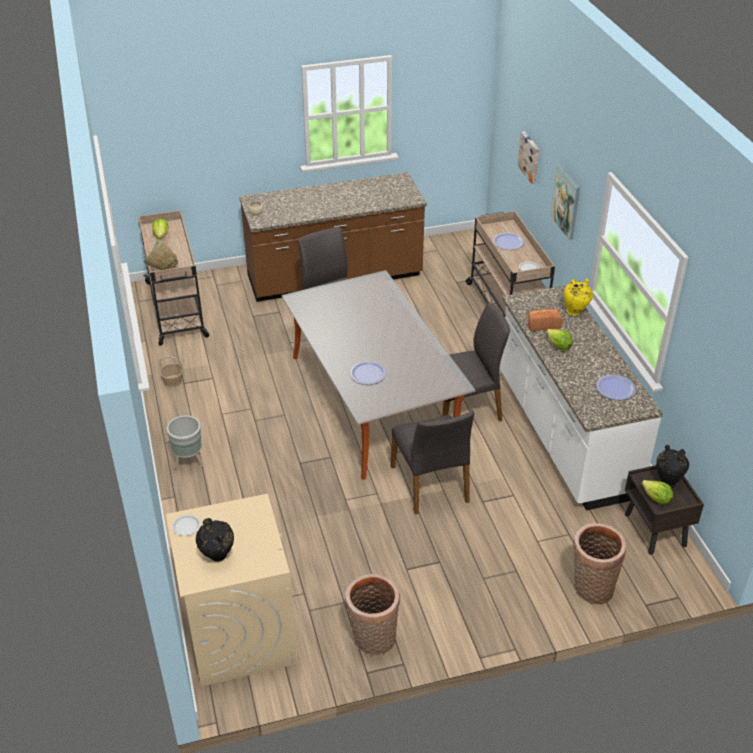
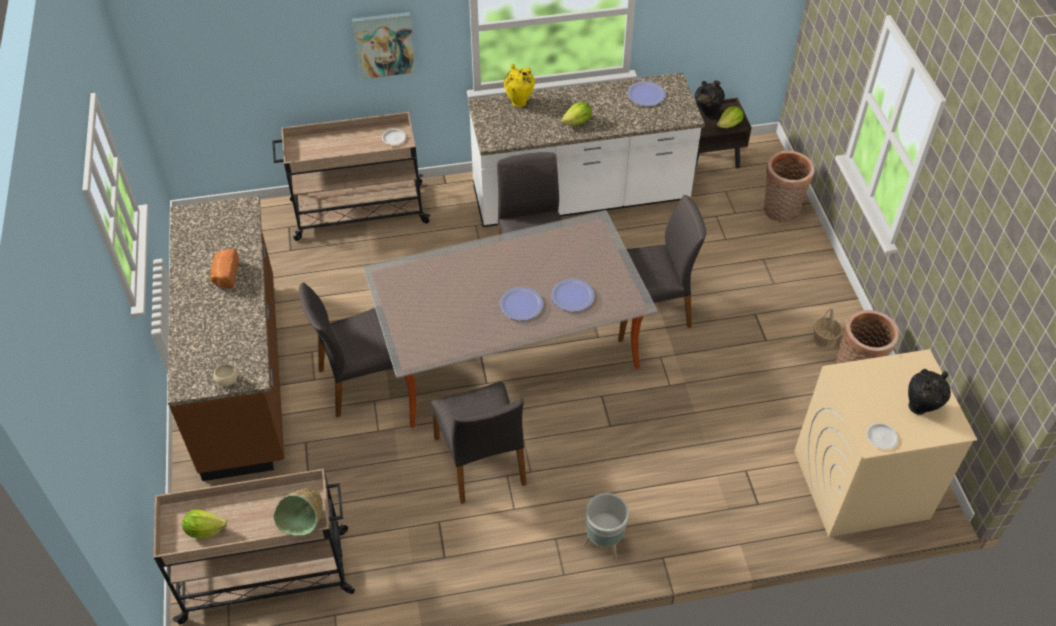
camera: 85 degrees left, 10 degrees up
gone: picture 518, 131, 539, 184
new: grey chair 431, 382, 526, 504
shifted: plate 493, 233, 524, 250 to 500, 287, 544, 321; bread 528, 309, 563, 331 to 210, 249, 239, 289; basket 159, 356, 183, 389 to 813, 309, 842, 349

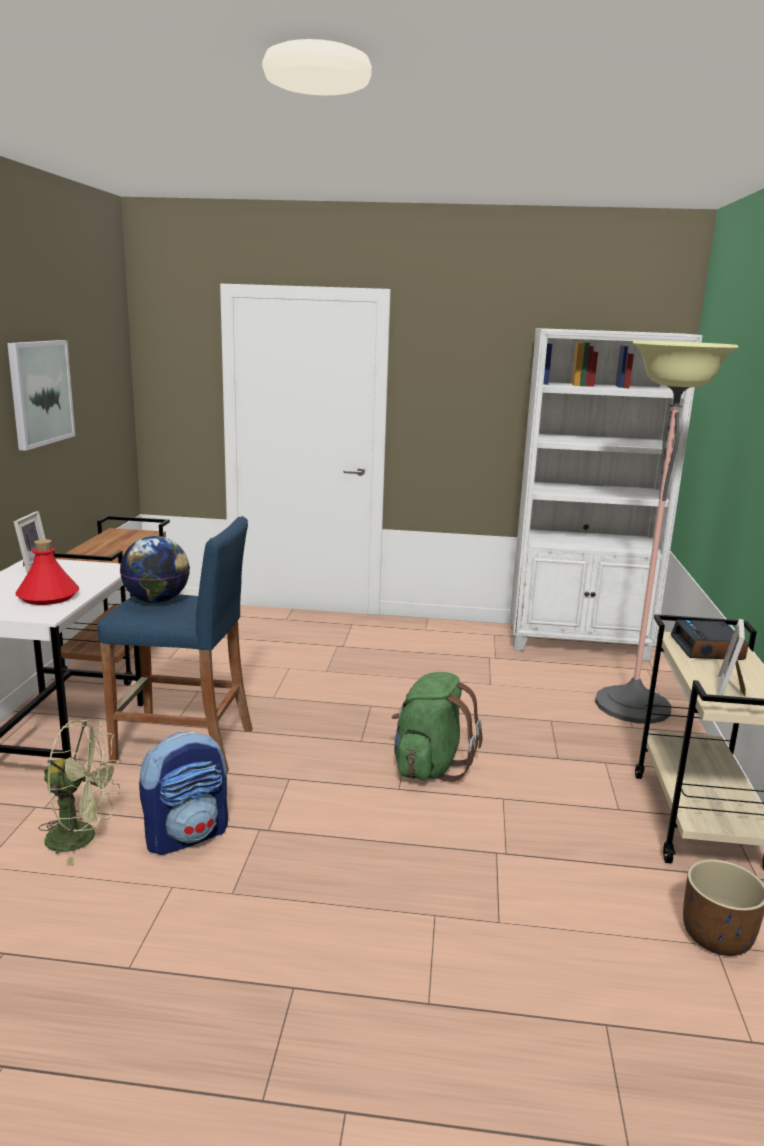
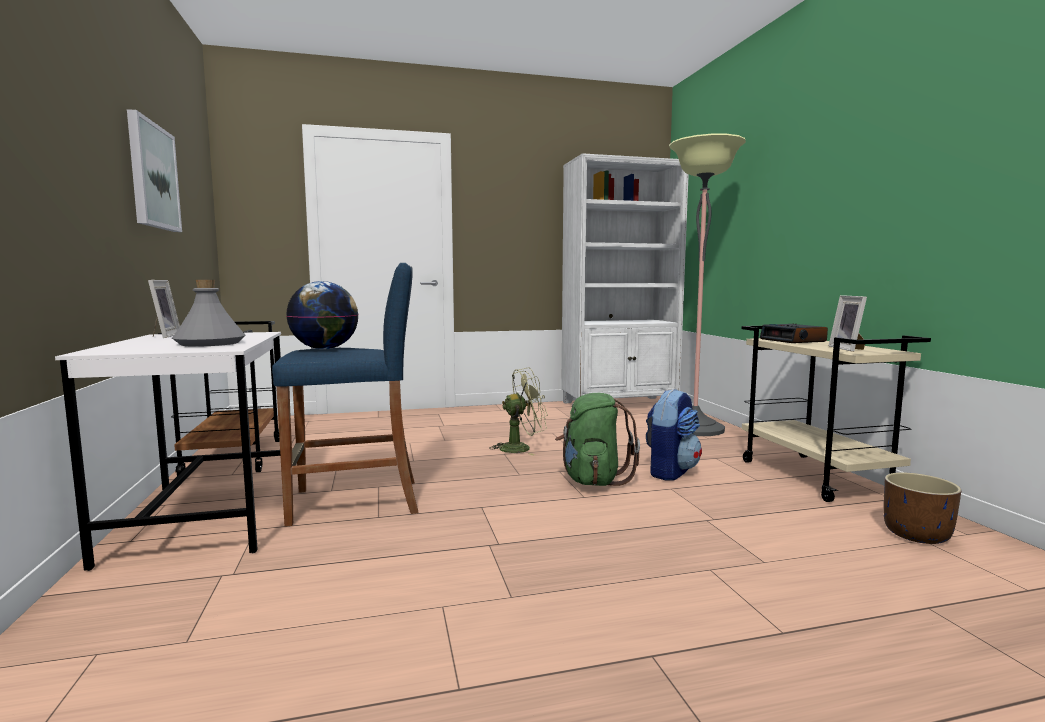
camera: 20 degrees left, 10 degrees down
shifted: green fan 38, 719, 121, 866 to 489, 367, 547, 456; backpack 139, 731, 228, 855 to 646, 389, 702, 481
repainted: red bottle 16, 539, 79, 605 to grey bottle 172, 280, 246, 347

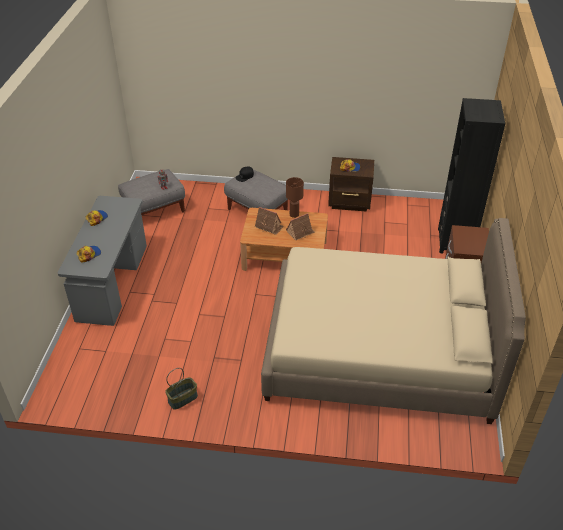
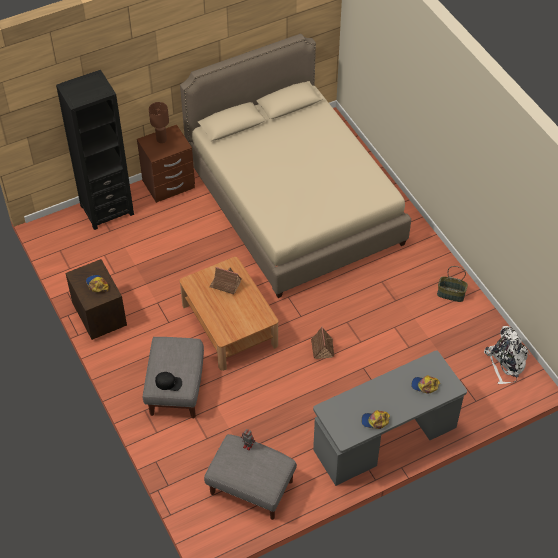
camera: 125 degrees left, 10 degrees up
new: white backpack 484, 326, 529, 384
shifted: brown table lamp 286, 177, 304, 218 to 149, 102, 169, 143; toy house 255, 207, 284, 235 to 311, 326, 335, 359

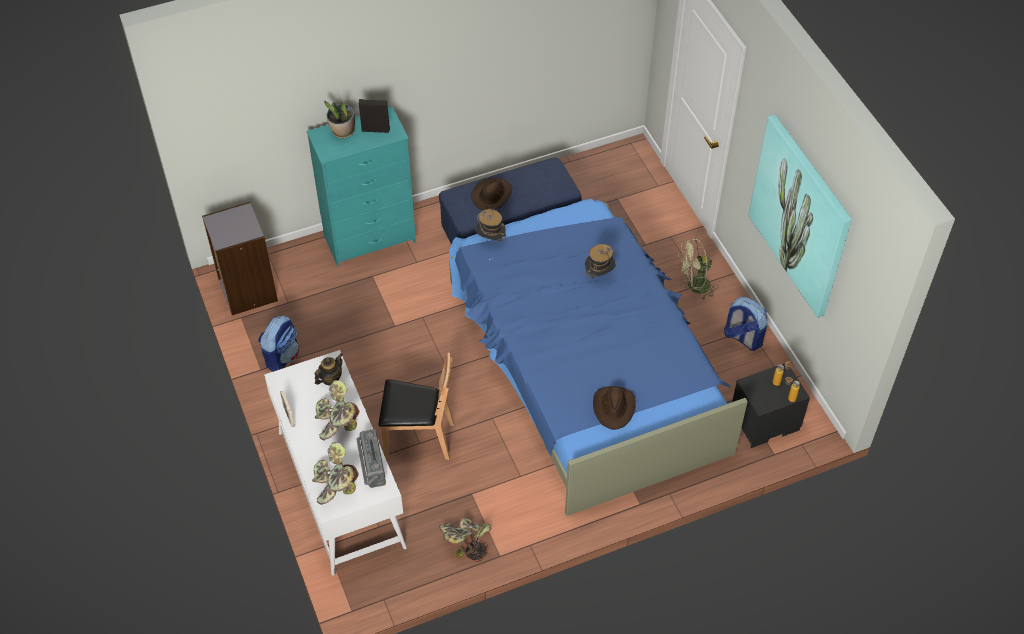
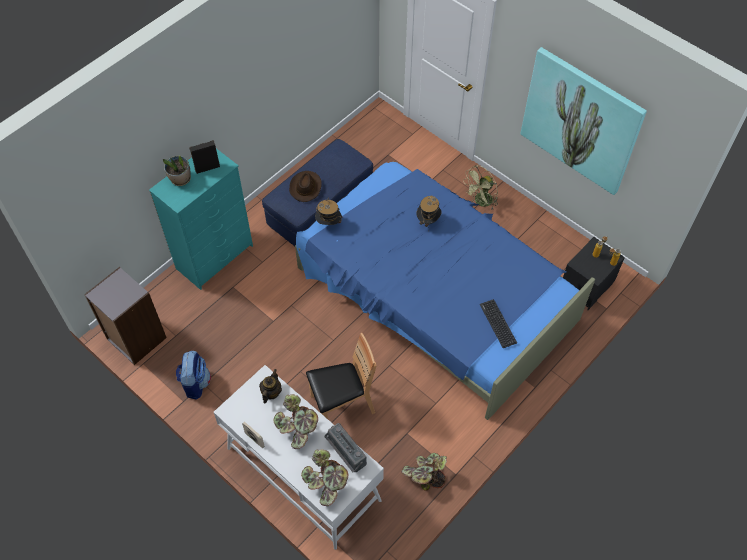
camera: 25 degrees left, 5 degrees up
gone: backpack 724, 297, 767, 351
swapped: brown hat 593, 386, 636, 430 to keyboard 480, 299, 517, 348

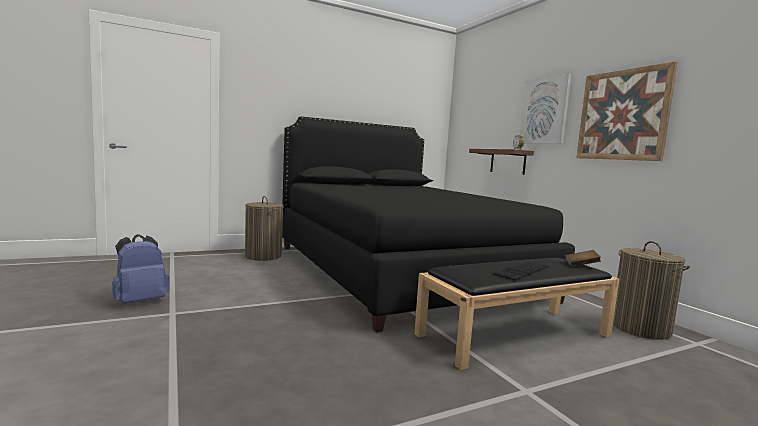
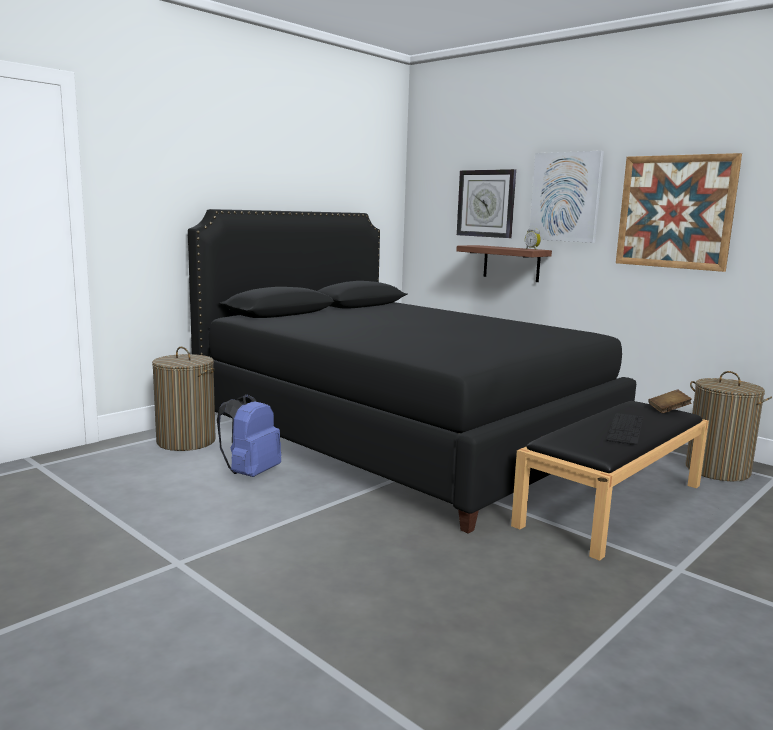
camera: 20 degrees left, 5 degrees up
new: wall clock 457, 169, 516, 238
shifted: blue backpack 112, 234, 170, 303 to 217, 394, 281, 477

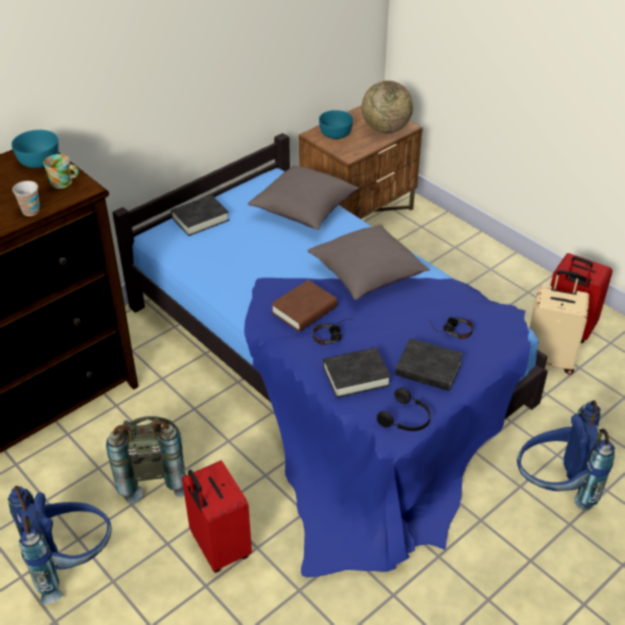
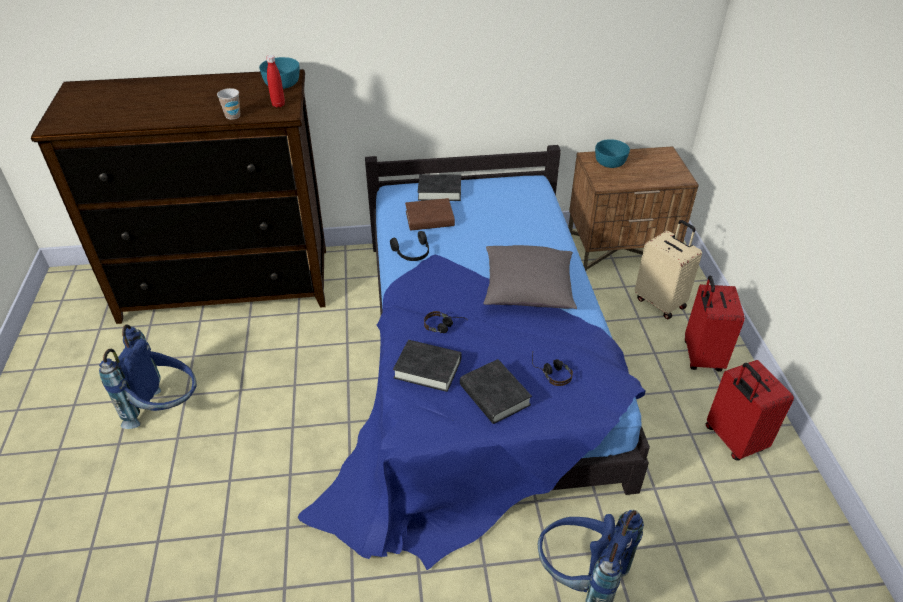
camera: 35 degrees right, 0 degrees up
gone: globe 362, 80, 413, 133; grey pillow 248, 165, 359, 230; grey backpack 106, 416, 186, 504
shifted: beige suitcase 529, 270, 590, 375 to 635, 220, 702, 319; brown book 271, 280, 337, 332 to 405, 198, 455, 231; black headphones 377, 388, 431, 431 to 390, 231, 429, 261; red suitcase 182, 460, 252, 573 to 685, 276, 745, 372
swapped: mug 43, 154, 79, 189 to red bottle 266, 55, 285, 107

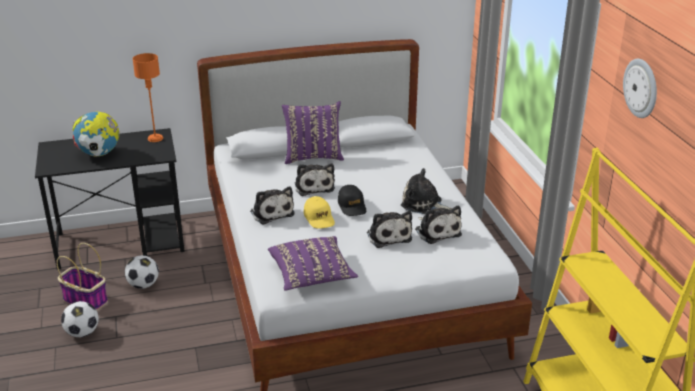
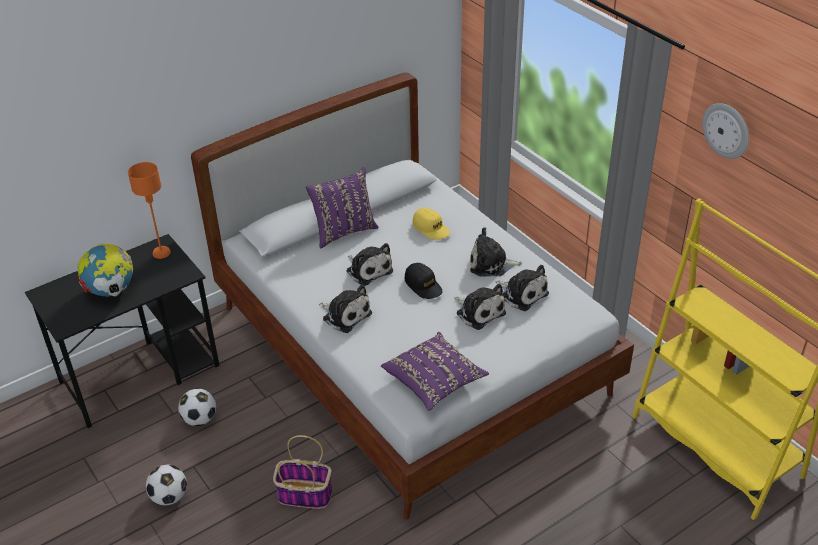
camera: 20 degrees left, 10 degrees up
shifted: yellow cap 304, 196, 335, 229 to 413, 208, 450, 240; basket 56, 243, 108, 310 to 273, 435, 332, 509

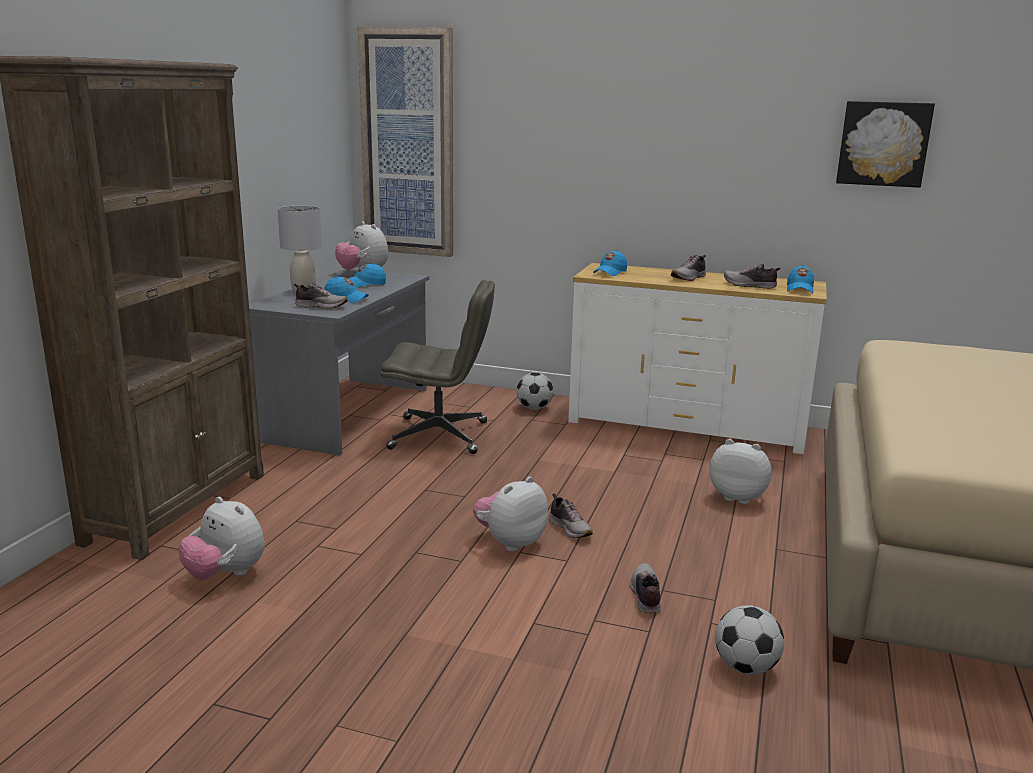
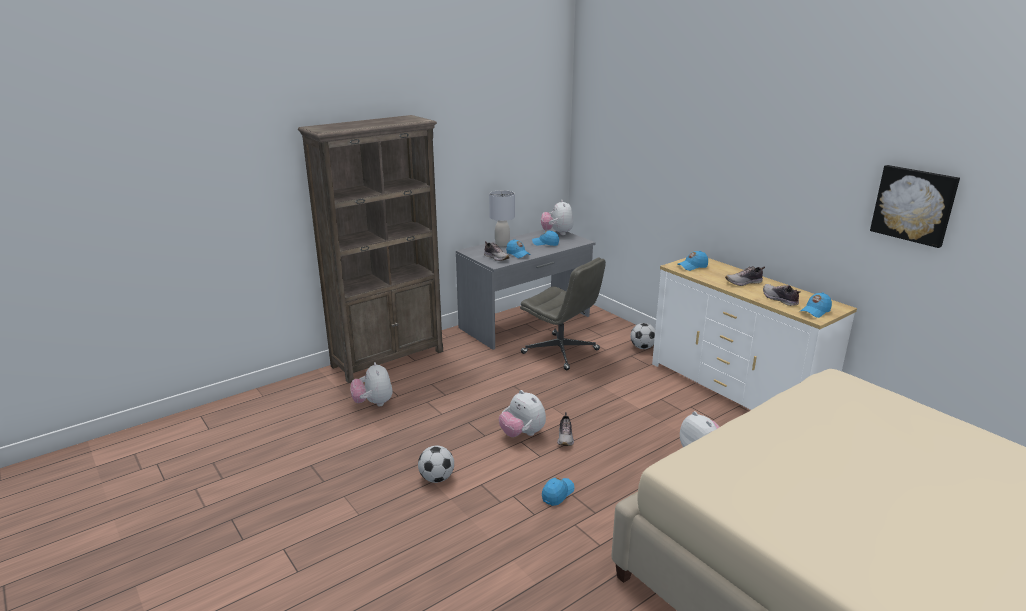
camera: 35 degrees right, 5 degrees up
gone: picture 358, 27, 453, 257
shifted: football 715, 605, 784, 675 to 418, 445, 454, 483
swapped: shoe 630, 563, 661, 613 to blue cap 542, 477, 575, 506
rotated: plush toy 473, 476, 548, 552 = 499, 390, 546, 437 120 degrees counterclockwise

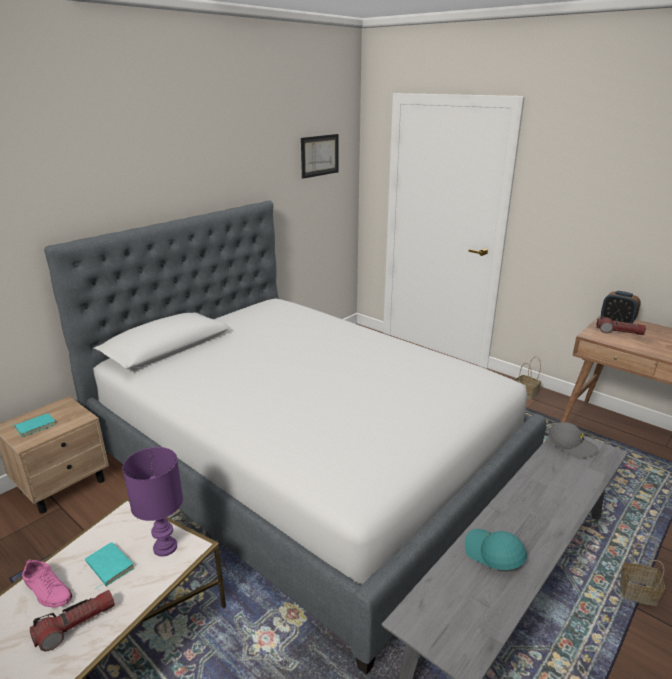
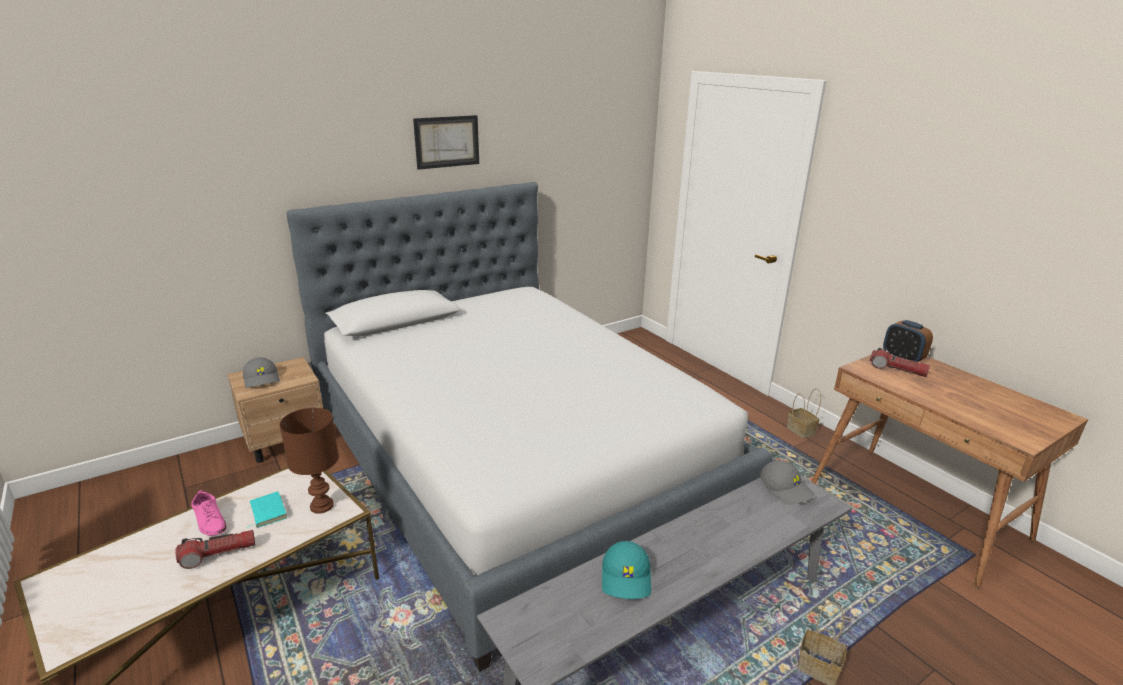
camera: 15 degrees right, 0 degrees up
shifted: picture 301, 134, 339, 179 to 413, 115, 479, 170
swapped: turquoise book 12, 413, 56, 437 to grey cap 243, 357, 280, 388
repainted: purple table lamp 123, 447, 183, 557 to brown table lamp 280, 407, 339, 514
rotated: turquoise cap 465, 529, 527, 570 = 602, 541, 651, 599 150 degrees counterclockwise

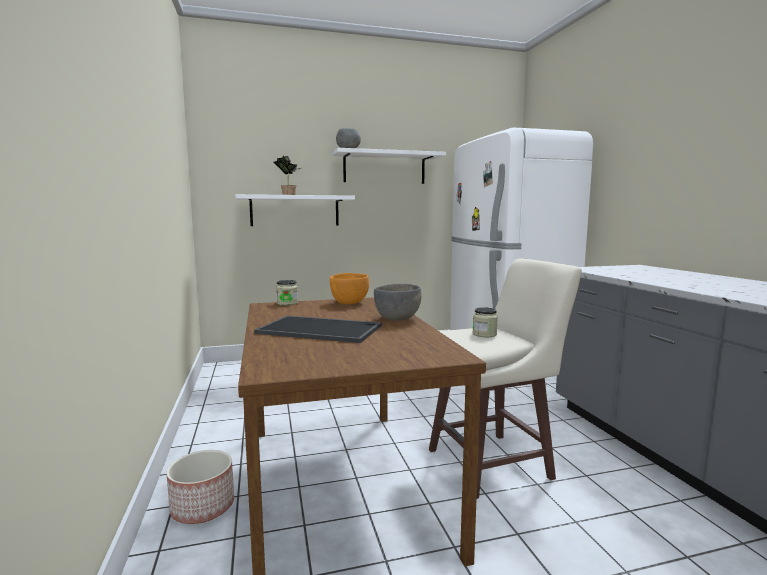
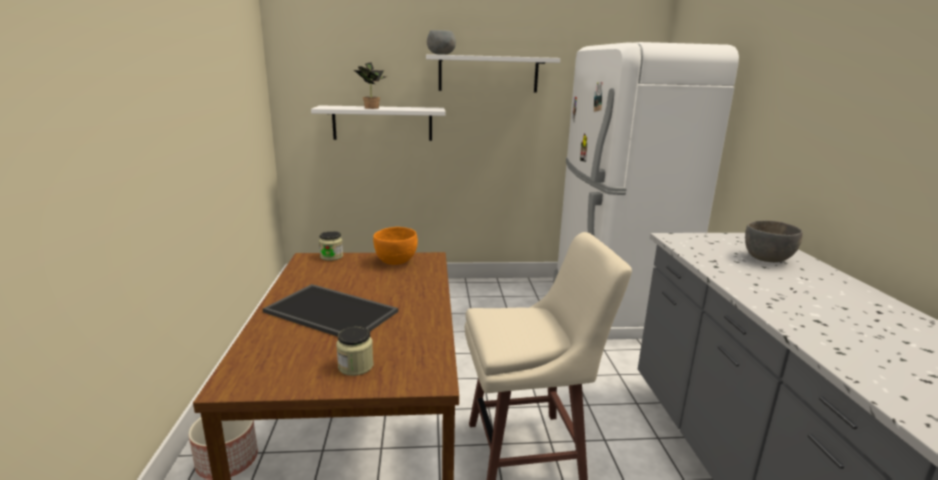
camera: 10 degrees right, 10 degrees up
shifted: grey bowl 374, 283, 422, 321 to 745, 220, 802, 262; jar 472, 307, 498, 337 to 336, 326, 373, 376

